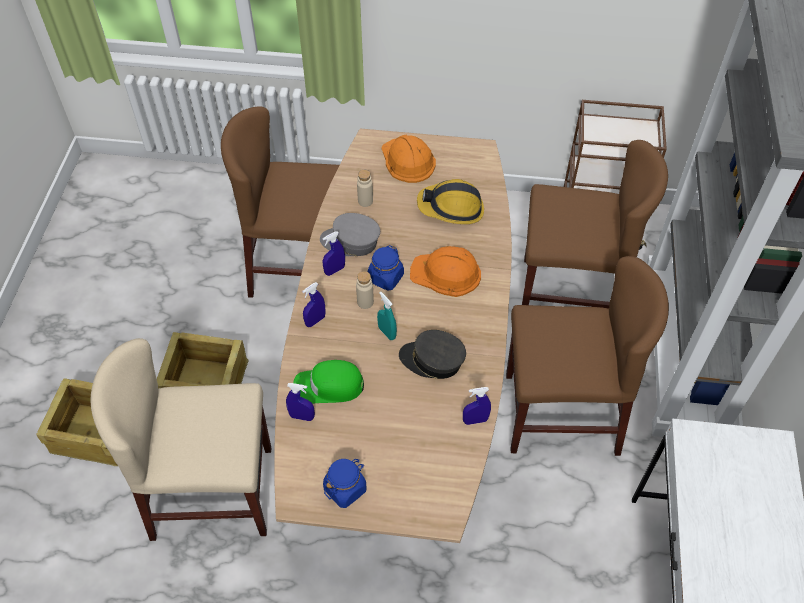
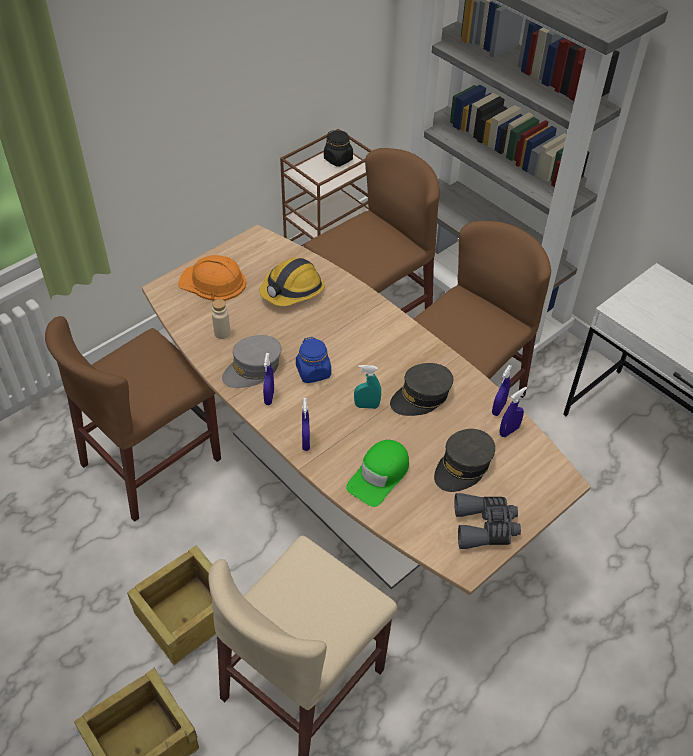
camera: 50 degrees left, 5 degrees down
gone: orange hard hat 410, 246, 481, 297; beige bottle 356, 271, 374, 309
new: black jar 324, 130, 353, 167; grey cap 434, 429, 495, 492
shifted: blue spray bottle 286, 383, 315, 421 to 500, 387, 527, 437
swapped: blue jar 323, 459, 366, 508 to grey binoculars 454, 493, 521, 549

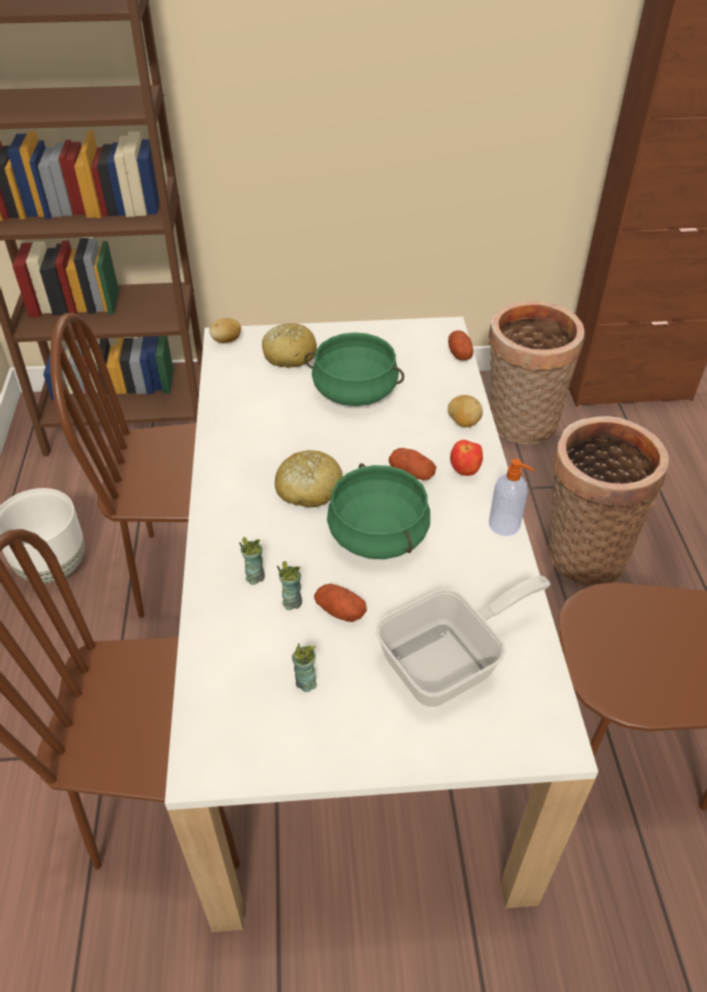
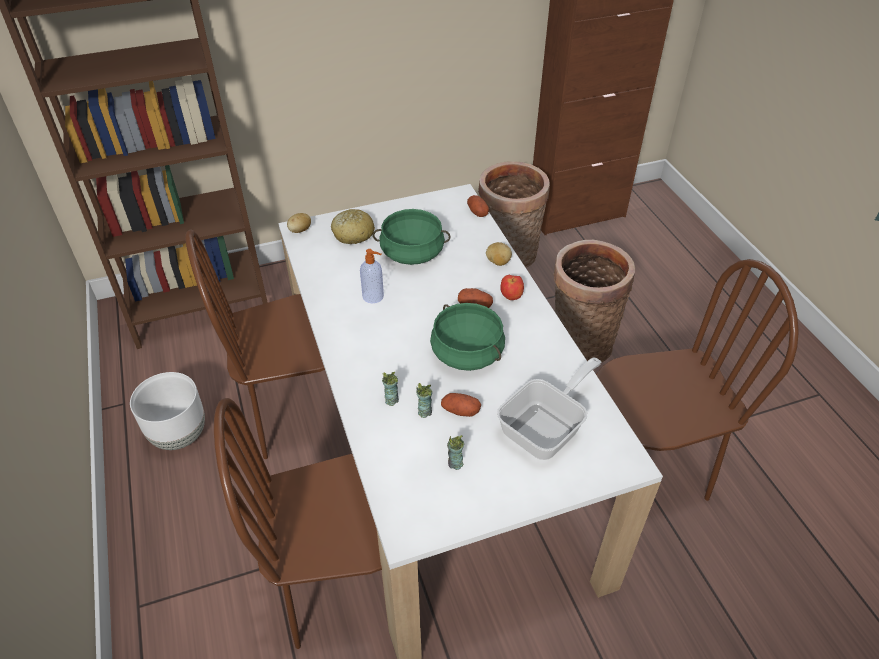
camera: 15 degrees left, 0 degrees up
gone: bread 275, 450, 343, 508
shifted: soap dispenser 489, 458, 534, 536 to 360, 249, 384, 303

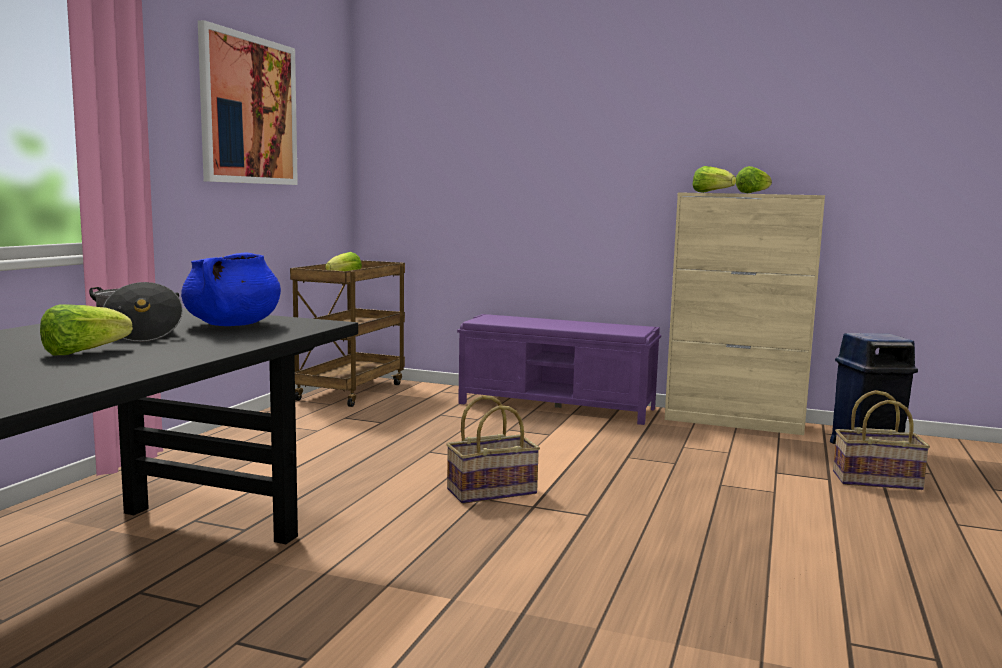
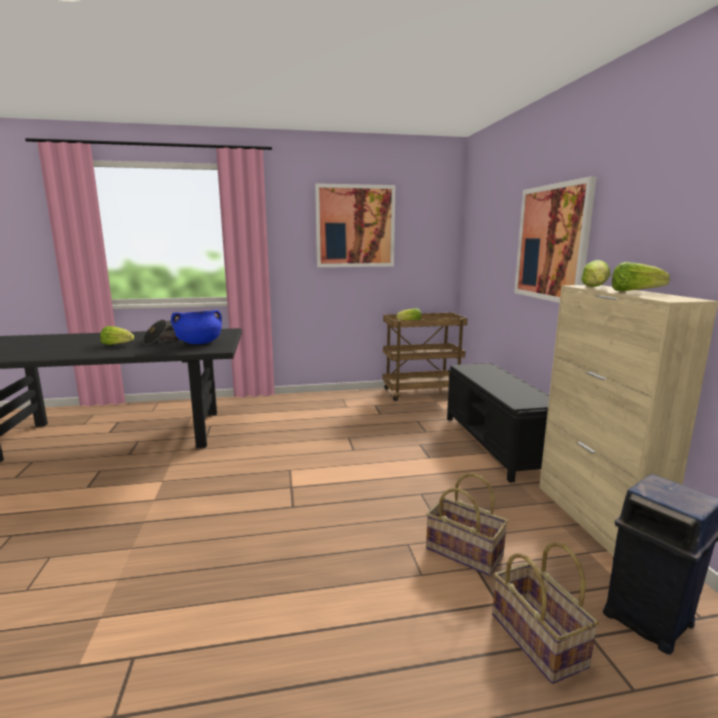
camera: 60 degrees right, 5 degrees up
new: picture 514, 176, 597, 303
shifted: basket 446, 395, 540, 504 to 426, 473, 508, 576
repainted: purple bench 457, 314, 661, 425 to black bench 447, 363, 549, 483

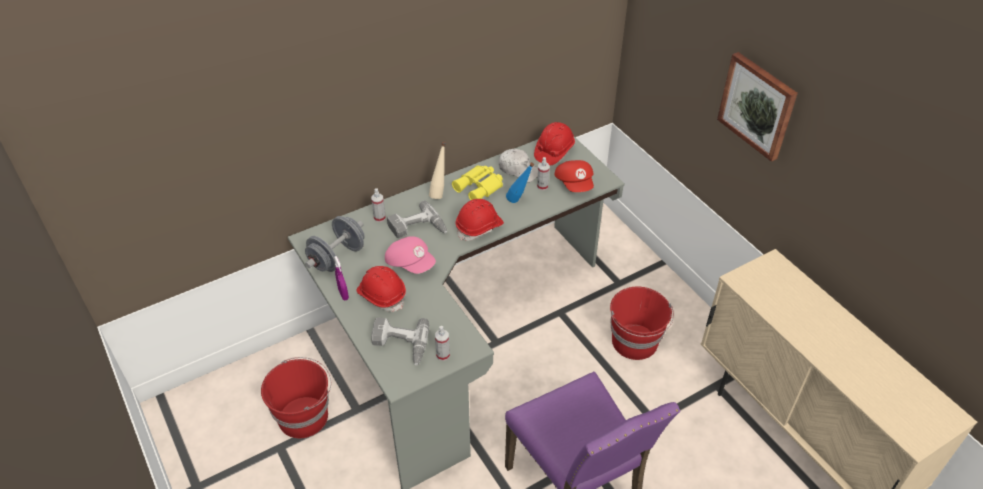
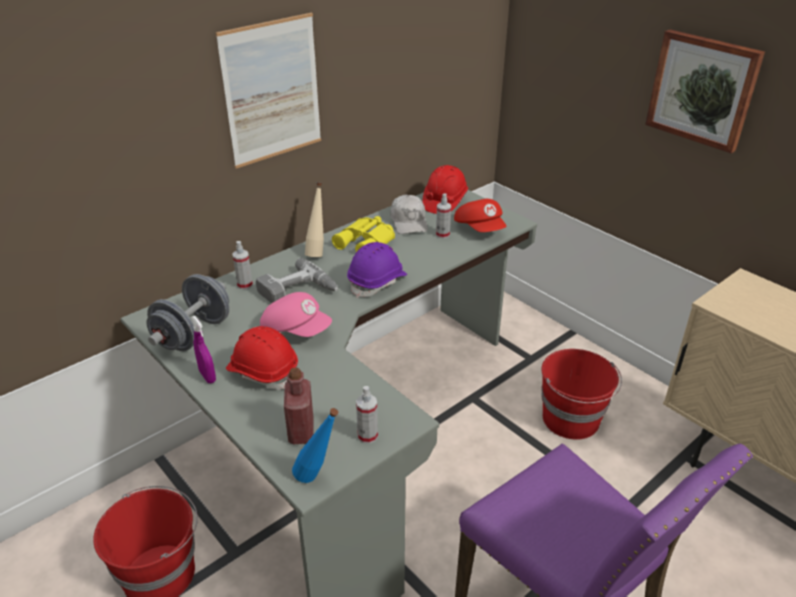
camera: 10 degrees left, 10 degrees down
new: picture 216, 13, 321, 169
shifted: blue bottle 506, 162, 534, 203 to 292, 408, 338, 483
swapped: power drill 371, 317, 429, 366 to red bottle 284, 368, 314, 444
repainted: red hard hat 455, 199, 504, 241 to purple hard hat 347, 242, 407, 298
rotated: white cap 498, 149, 538, 182 = 390, 195, 428, 234 60 degrees clockwise

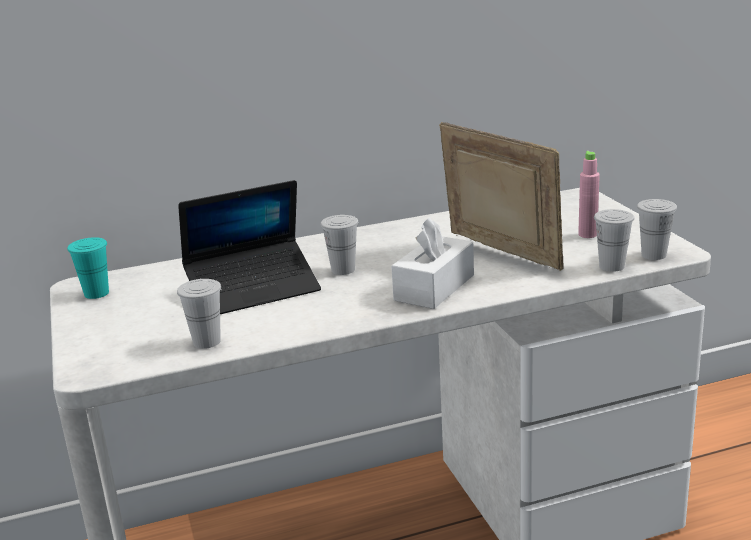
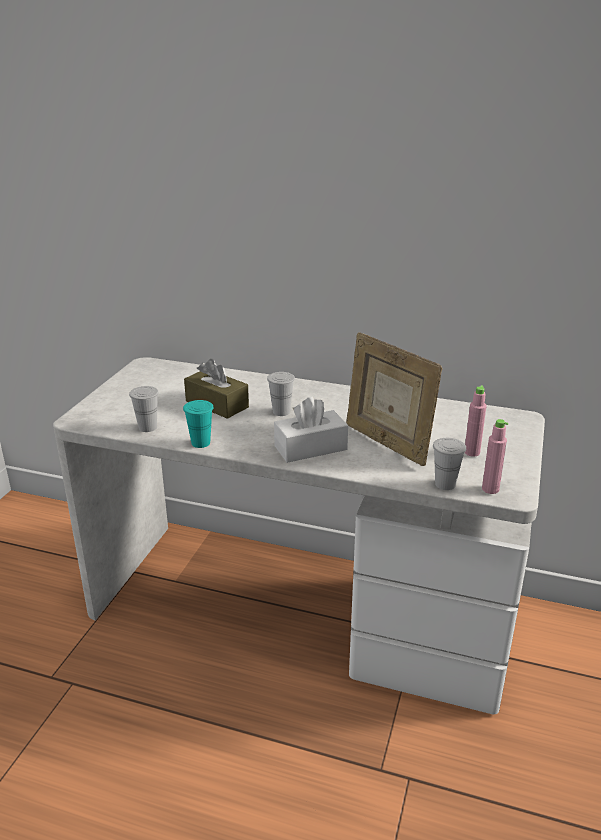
camera: 35 degrees right, 5 degrees up
shifted: turquoise cup 67, 237, 109, 299 to 183, 400, 214, 448
swapped: laptop 178, 180, 321, 314 to brown tissue box 184, 359, 249, 419; white cup 637, 199, 677, 260 to pink bottle 482, 419, 509, 494
rotated: picture frame 439, 122, 564, 271 = 346, 332, 443, 466 150 degrees clockwise

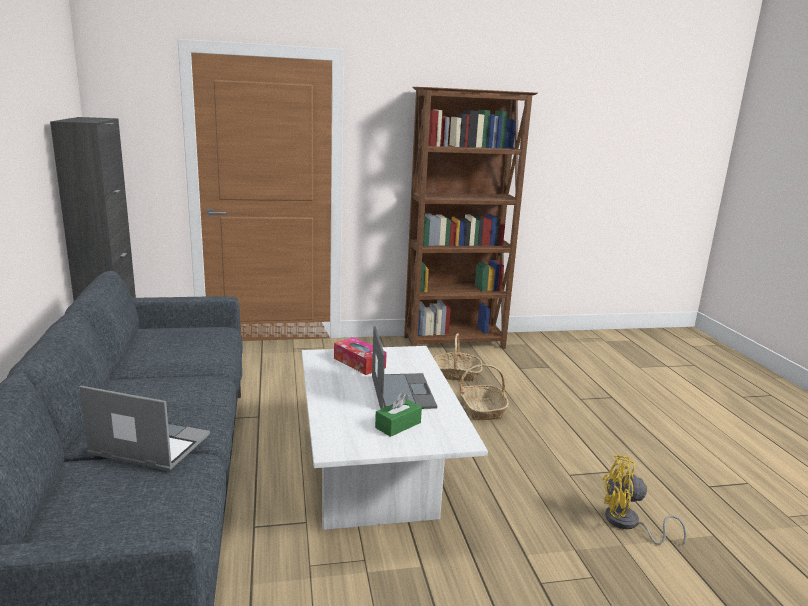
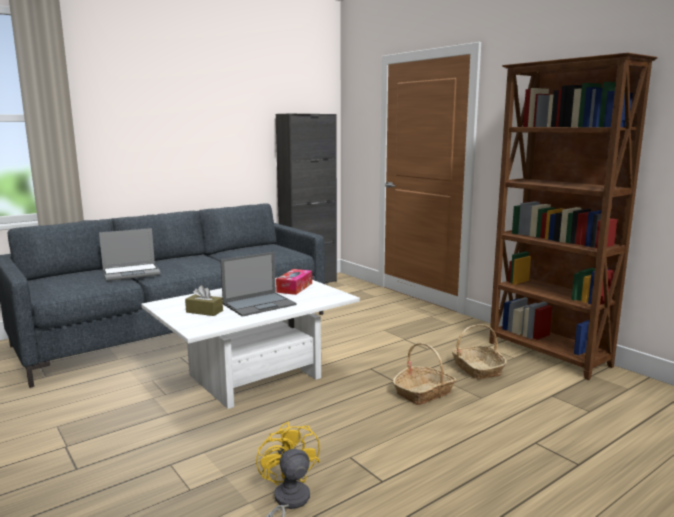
camera: 65 degrees right, 5 degrees down
repainted: green tissue box 375, 393, 422, 437 to brown tissue box 185, 285, 223, 316
rotated: laptop 80, 386, 210, 471 = 99, 228, 161, 281 75 degrees clockwise

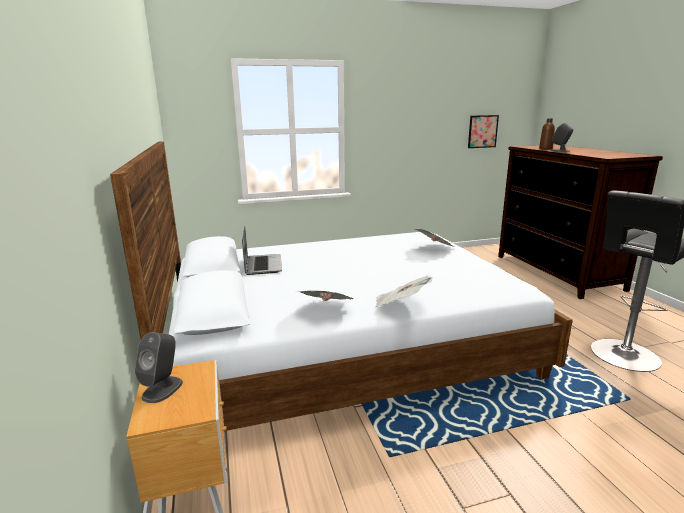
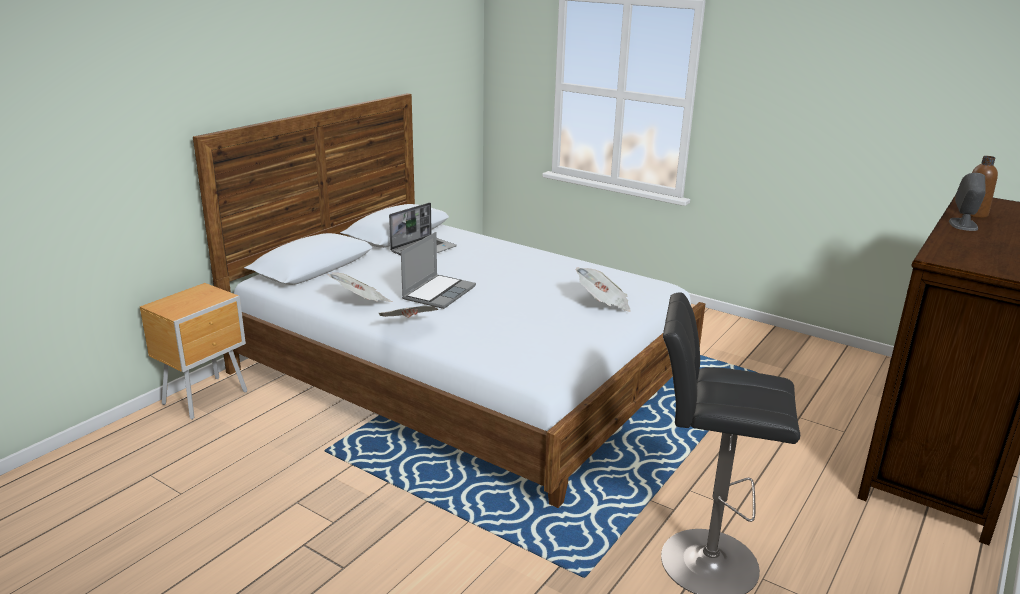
camera: 50 degrees right, 5 degrees up
gone: picture 468, 115, 499, 148; grey speaker 135, 332, 183, 403
new: laptop 401, 232, 476, 309

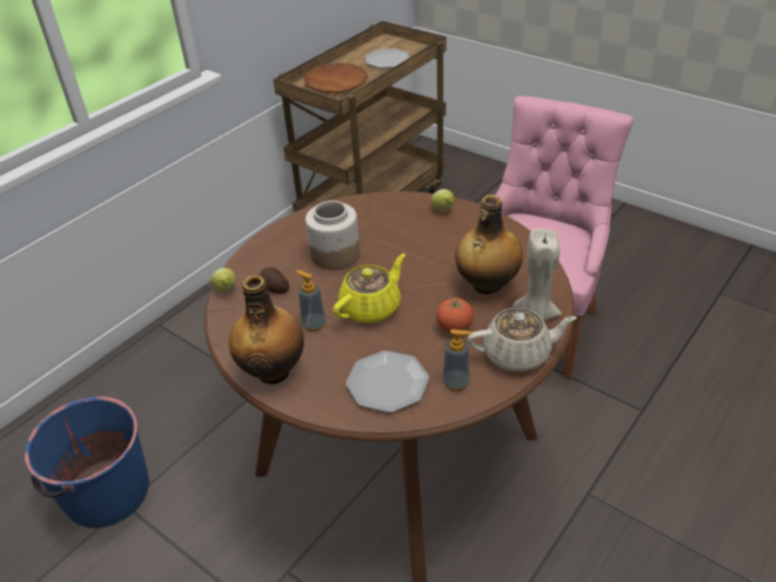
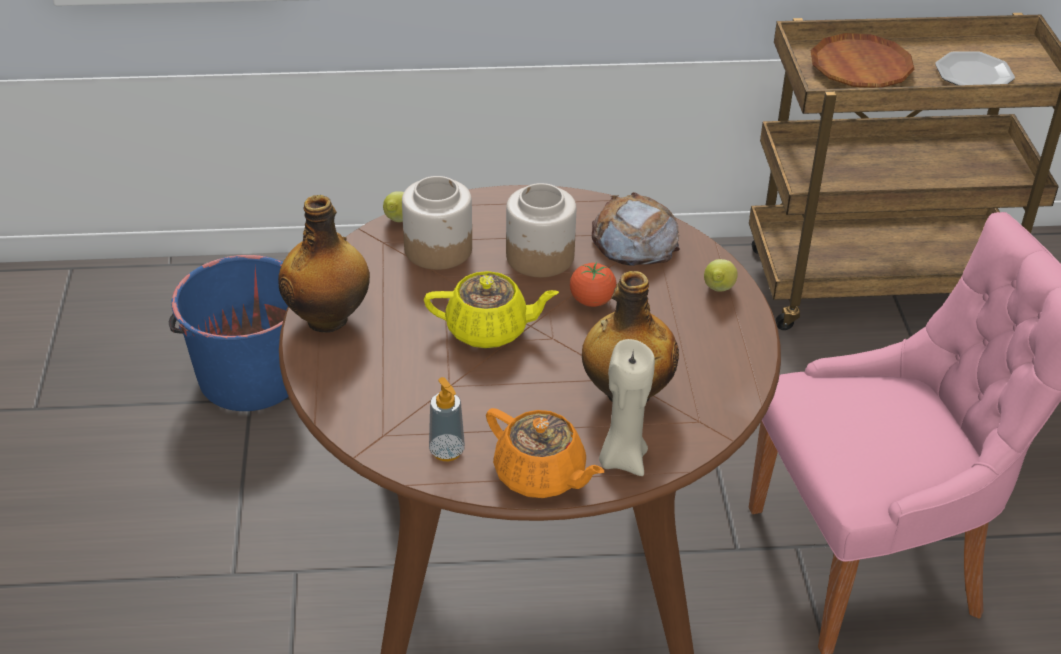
camera: 45 degrees right, 0 degrees up
gone: soap dispenser 296, 270, 326, 332; plate 346, 351, 429, 413
new: bread 592, 192, 680, 266
shifted: tomato 436, 297, 474, 333 to 570, 261, 617, 307
swapped: potato 259, 267, 289, 294 to jar 402, 176, 472, 270
repainted: beige teapot 467, 308, 577, 371 to orange teapot 486, 408, 604, 498

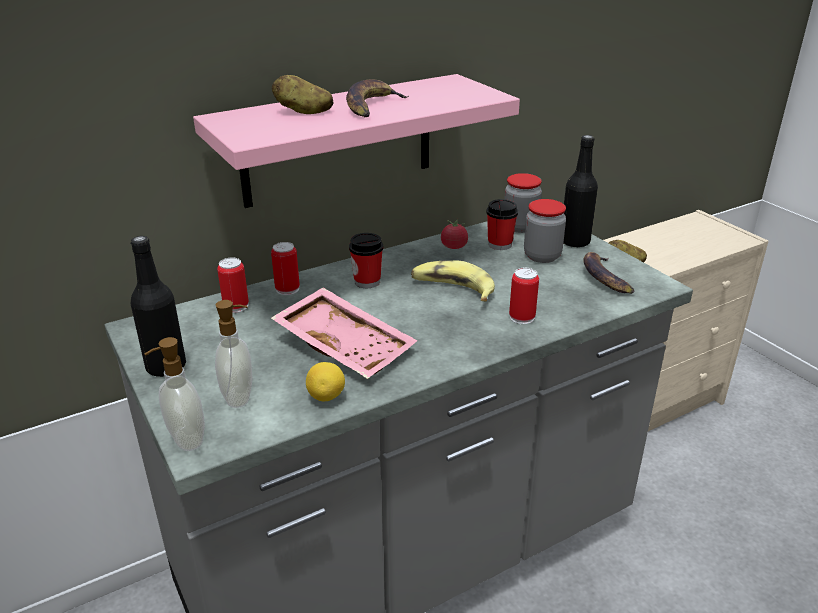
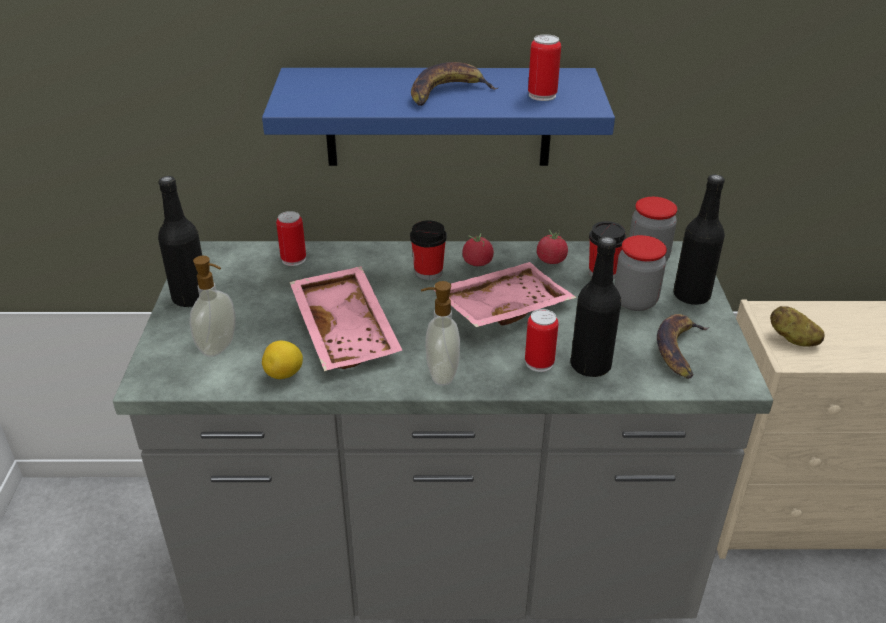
camera: 30 degrees right, 5 degrees up
gone: potato 272, 75, 333, 114
new: tomato 462, 233, 494, 266; black bottle 570, 236, 621, 377
shifted: can 271, 242, 300, 295 to 528, 34, 561, 101; soap dispenser 144, 337, 205, 451 to 421, 281, 460, 385
swapped: banana 411, 261, 495, 301 to pink tray 434, 262, 576, 327
repainted: pink shelf 193, 74, 520, 208 to blue shelf 262, 68, 615, 166

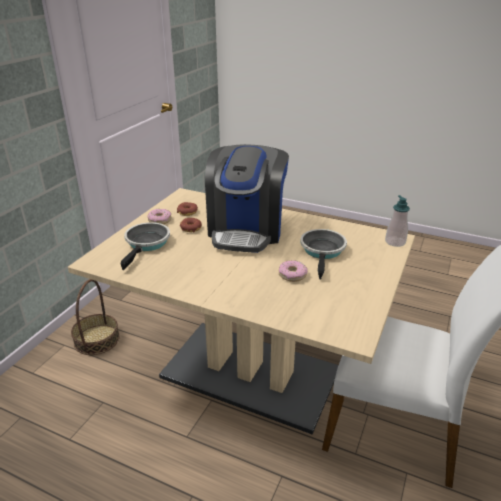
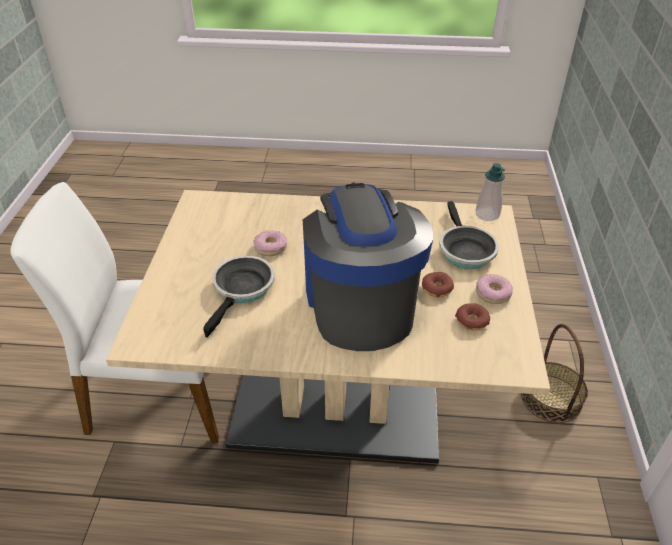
camera: 160 degrees right, 10 degrees up
shifted: soap dispenser 385, 195, 410, 247 to 475, 163, 505, 221
rotated: frying pan 300, 229, 347, 280 = 203, 255, 275, 338 150 degrees counterclockwise

